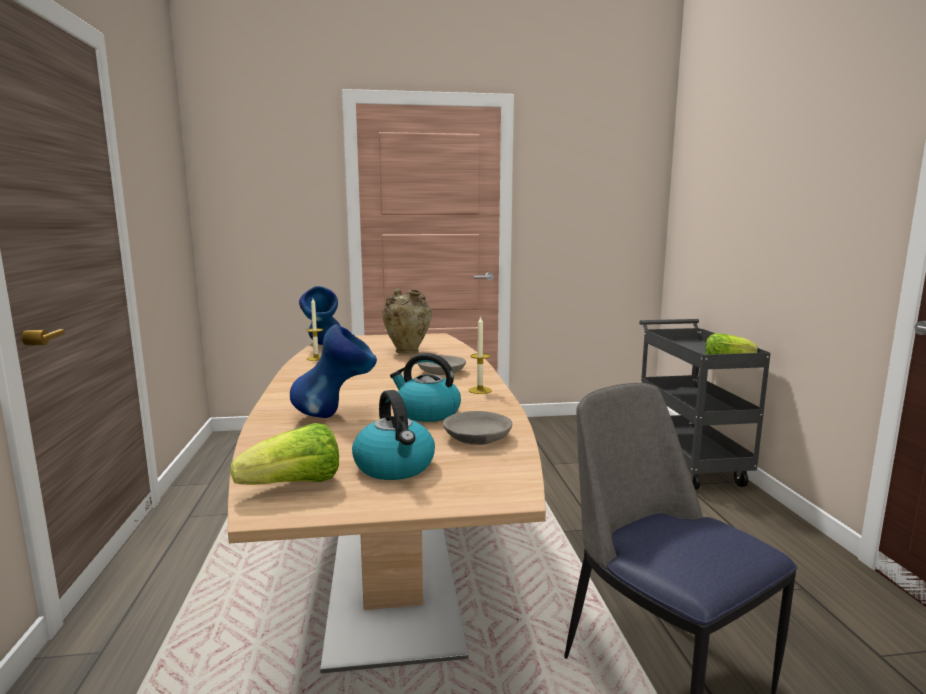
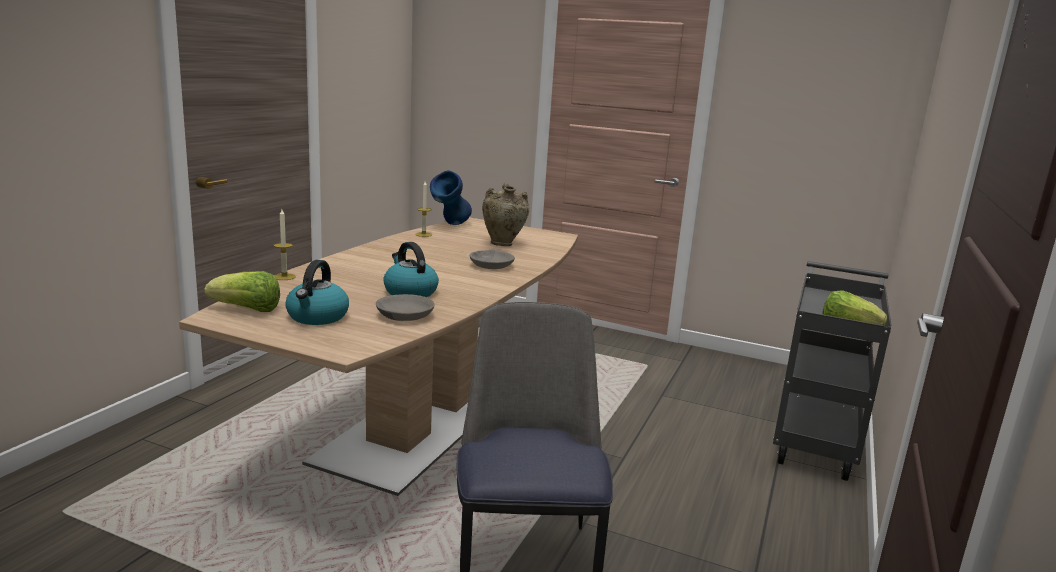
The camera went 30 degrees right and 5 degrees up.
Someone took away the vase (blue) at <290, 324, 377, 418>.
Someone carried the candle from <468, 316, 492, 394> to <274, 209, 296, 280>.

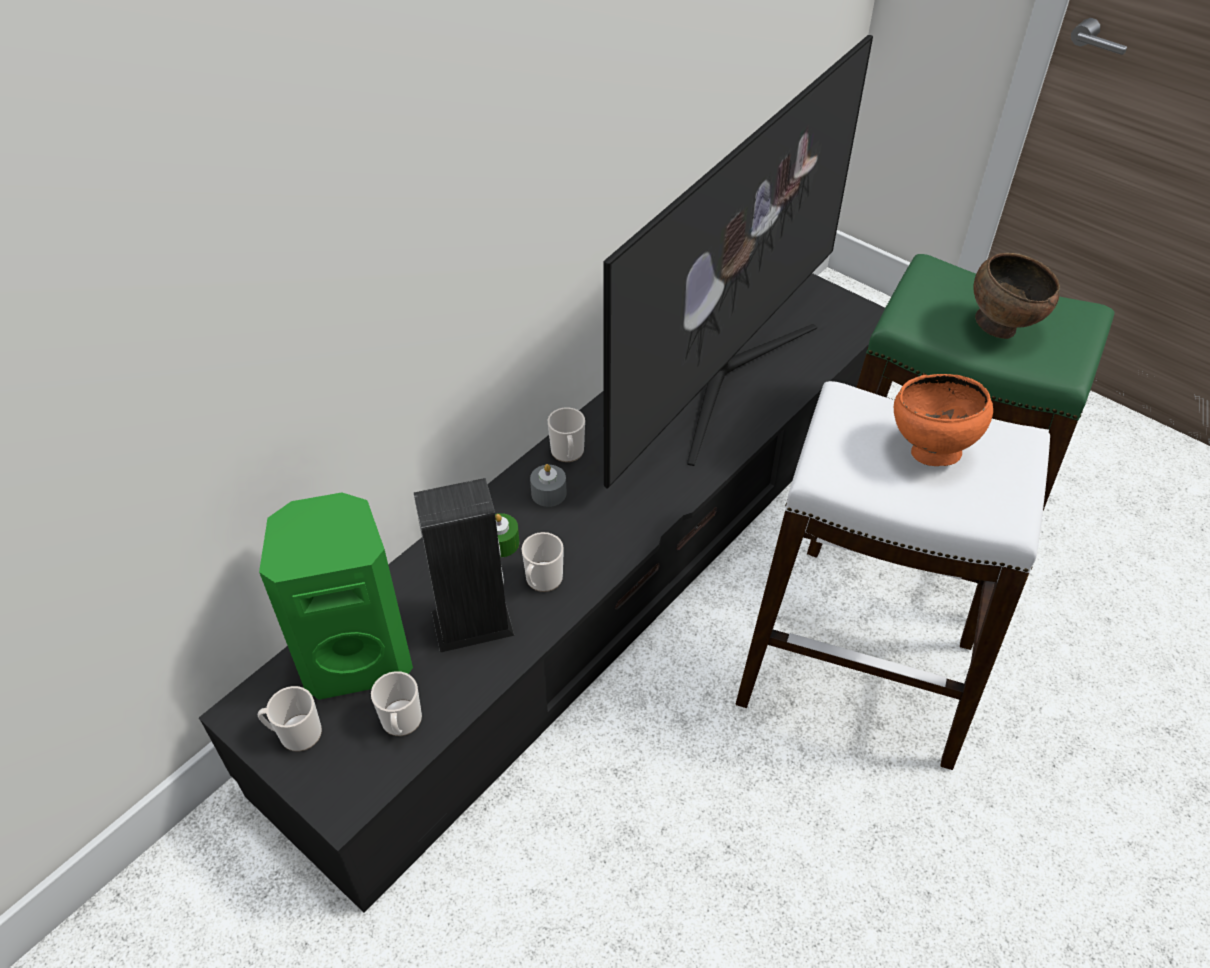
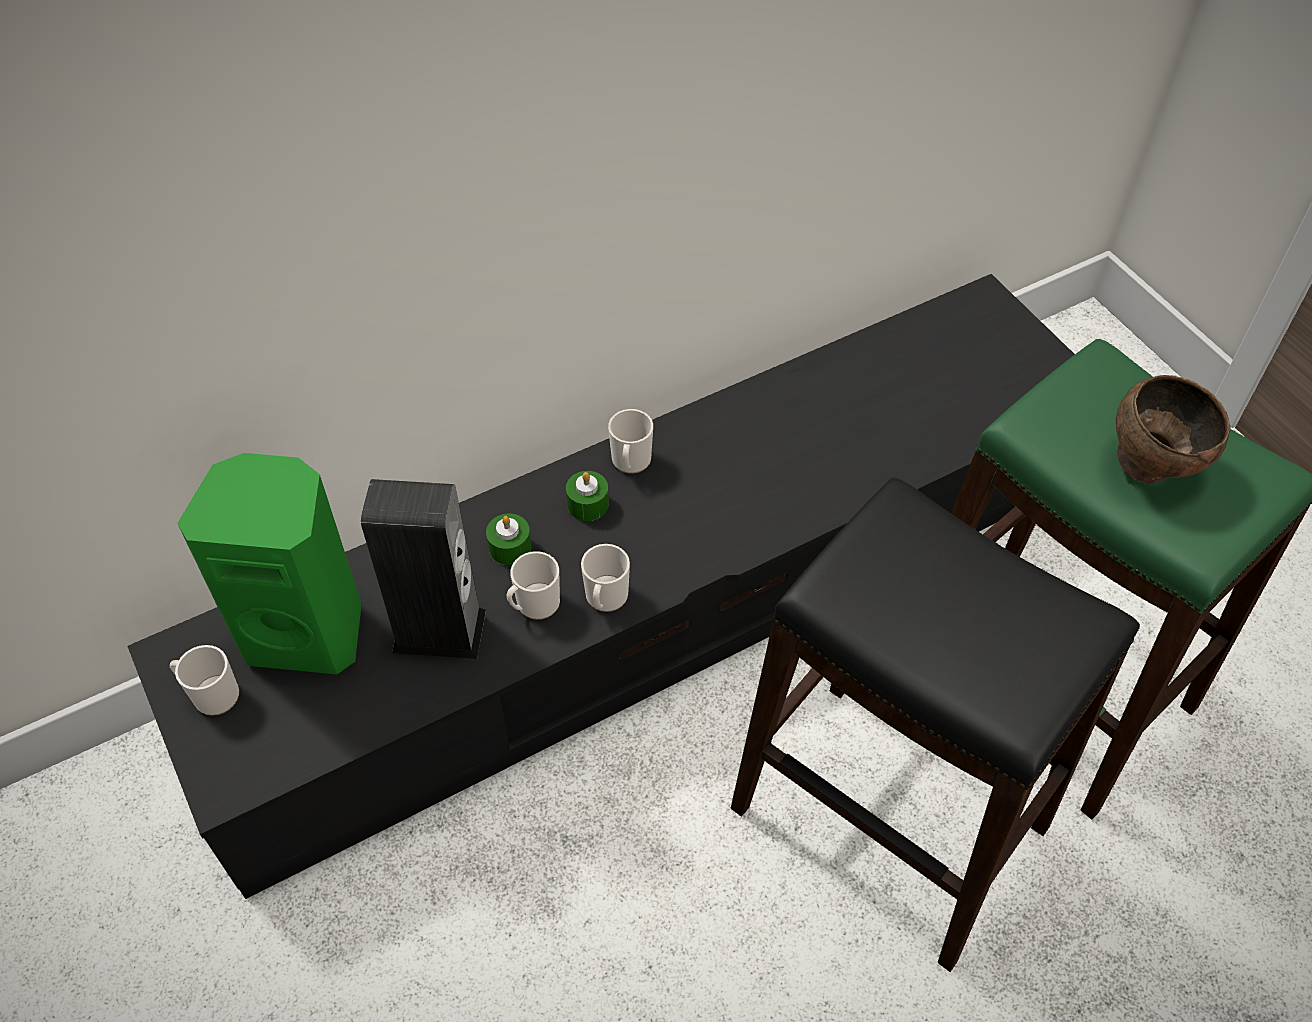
The camera went 20 degrees right and 5 degrees up.
Someone took away the television at <603, 35, 873, 488>.
Someone took away the bowl (orange) at <894, 374, 993, 466>.
Someone carried the mug from <371, 671, 422, 736> to <581, 544, 630, 612>.
Someone repainted the candle (grey) at <530, 464, 567, 507>, which became the candle (green) at <566, 471, 609, 521>.
Someone repainted the stool (white) at <735, 381, 1050, 770>, which became the stool (black) at <731, 477, 1140, 972>.

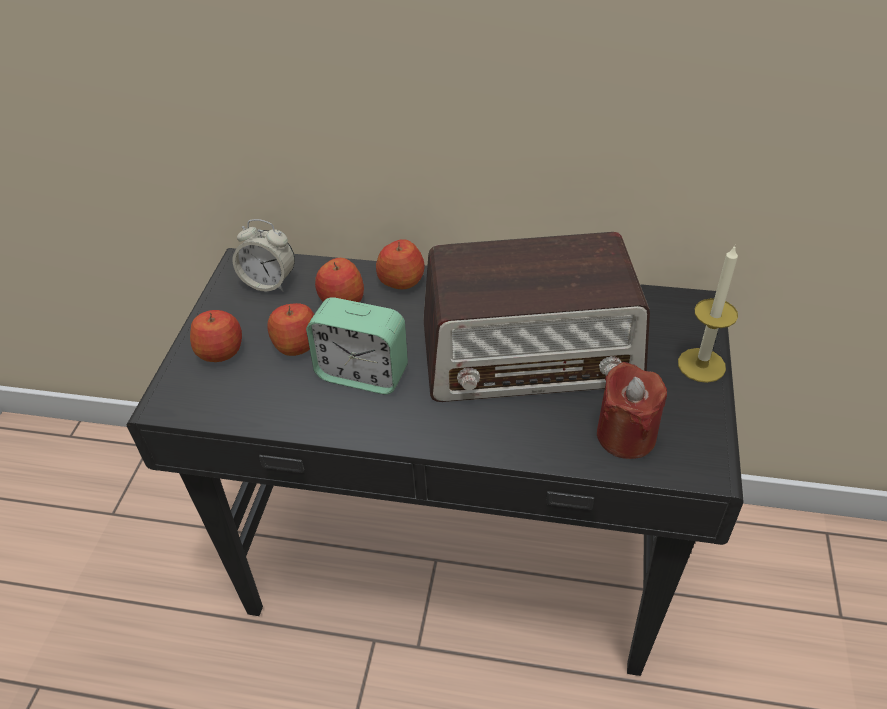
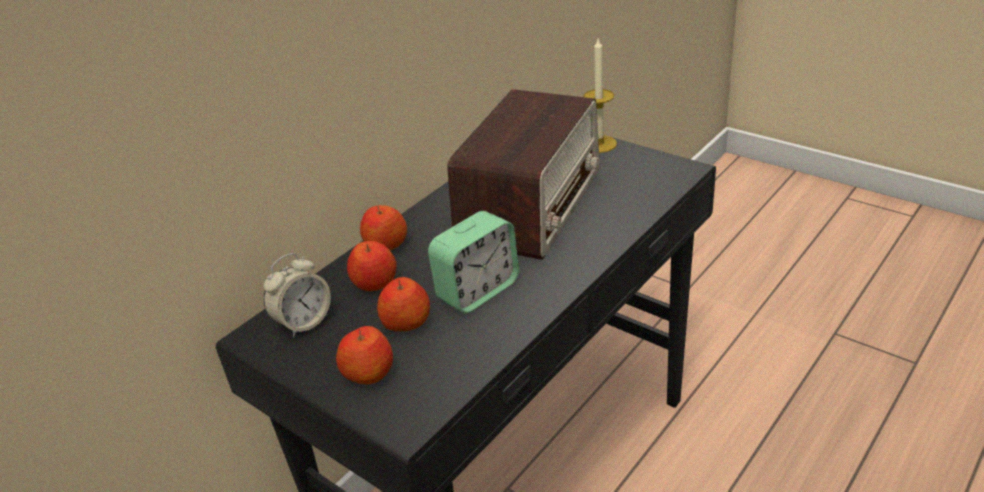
The camera went 60 degrees left and 10 degrees down.
Someone took away the candle (red) at <597, 362, 667, 459>.

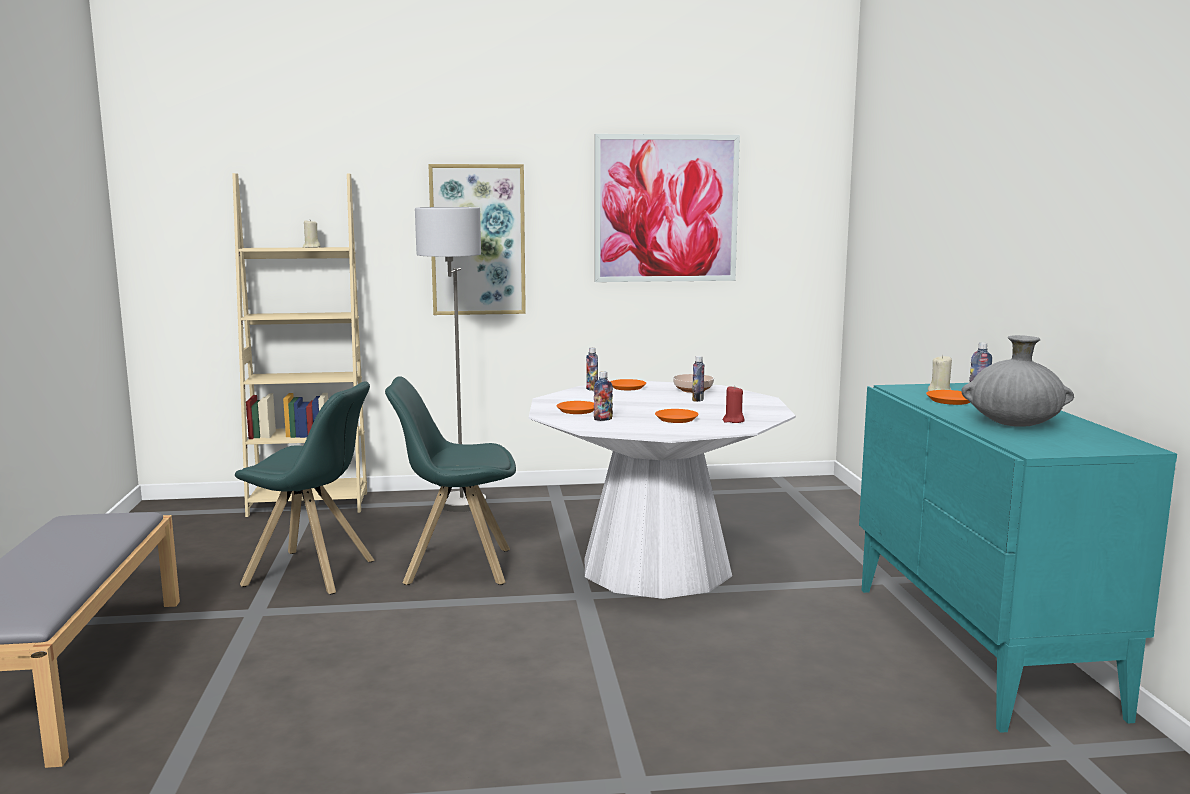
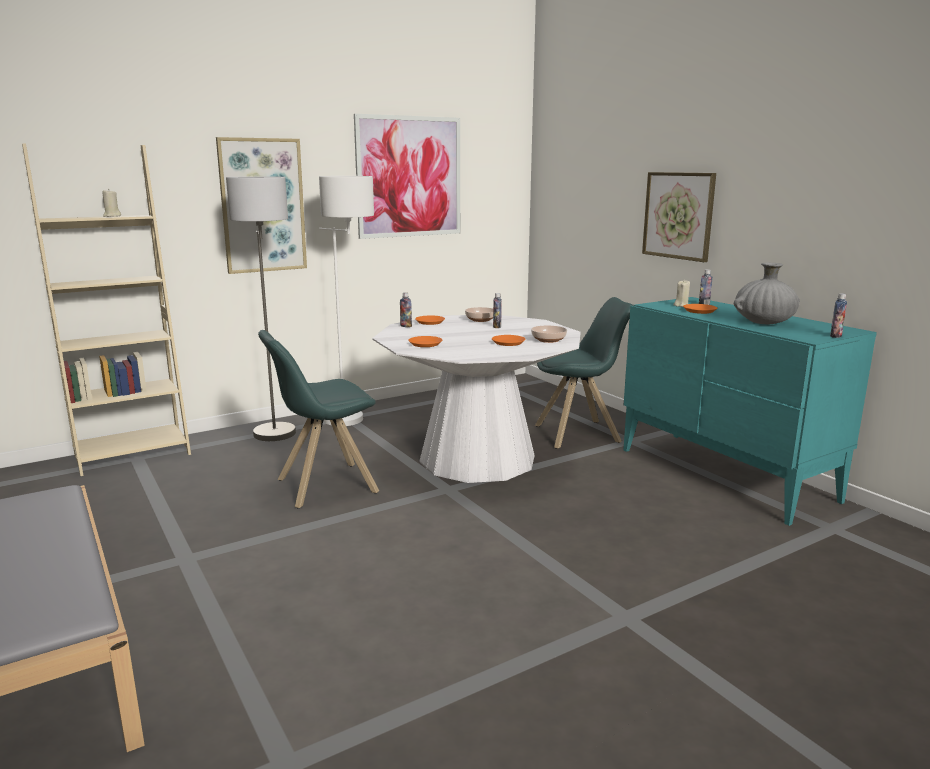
The camera went 25 degrees left and 5 degrees up.
Someone put down the floor lamp (white) at <319, 176, 374, 426>.
Someone put up the picture at <642, 172, 716, 262>.
Someone carried the chair (turquoise) from <235, 381, 375, 594> to <535, 297, 633, 449>.
Someone carried the bottle from <594, 371, 613, 421> to <830, 293, 847, 338>.
Someone swapped the candle (red) at <723, 385, 745, 423> for the bowl at <531, 325, 567, 343>.

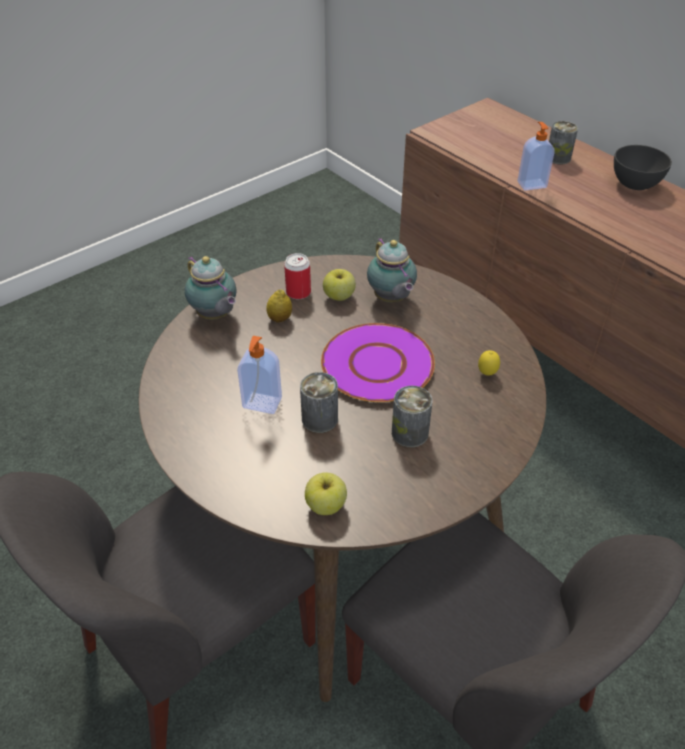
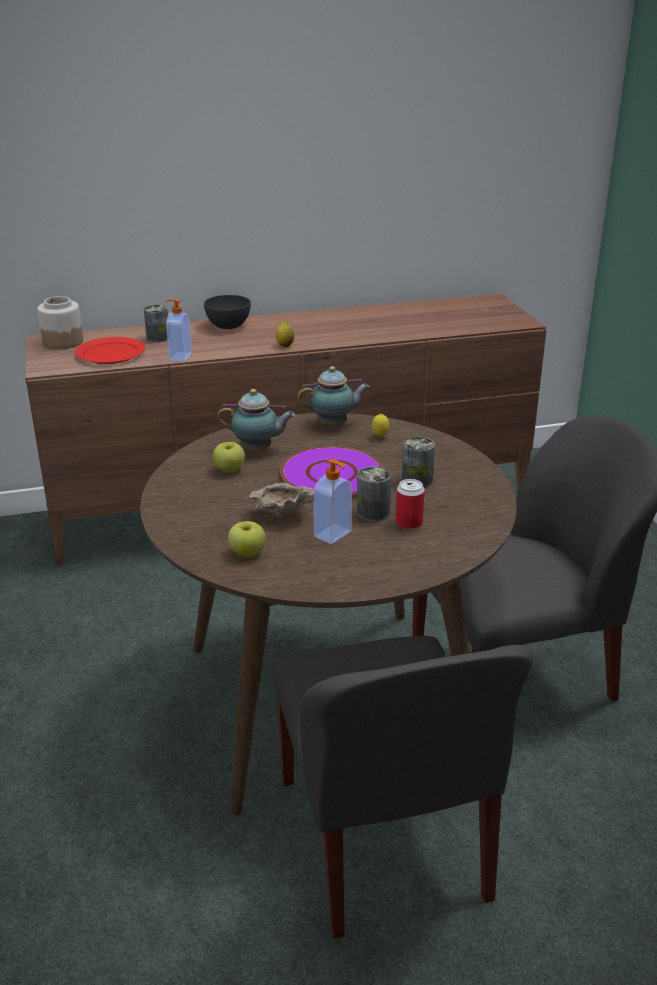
The camera went 65 degrees left and 15 degrees down.
Someone put down the jar at <37, 296, 83, 349>.
Someone put down the plate (red) at <75, 337, 145, 364>.
Someone put down the bowl (beige) at <249, 483, 314, 517>.
Someone carried the teapot from <185, 256, 236, 320> to <297, 366, 370, 425>.
Someone carried the lemon from <266, 289, 292, 323> to <276, 320, 294, 347>.
Someone carried the can from <284, 253, 311, 299> to <396, 479, 425, 529>.
Someone carried the apple from <305, 472, 347, 515> to <228, 521, 266, 557>.

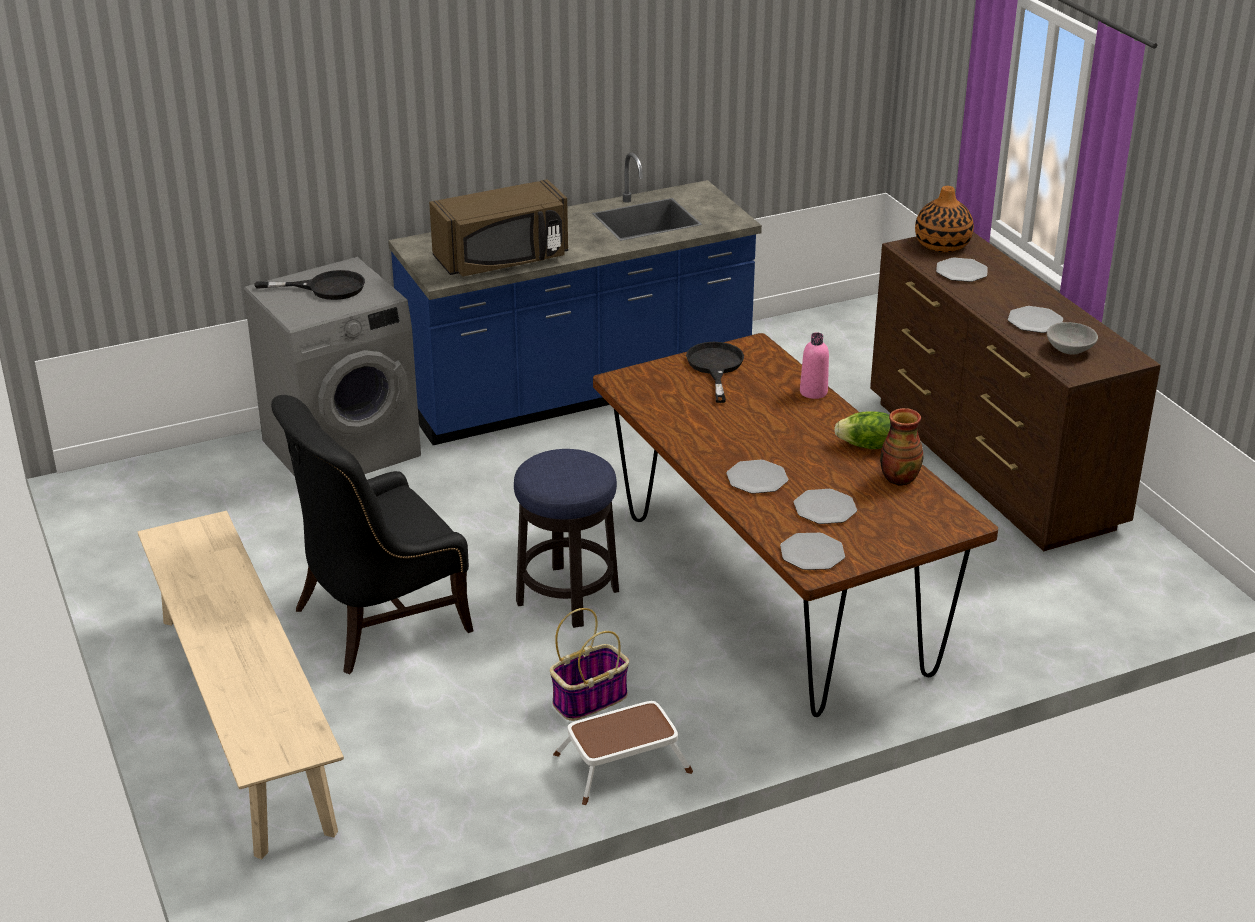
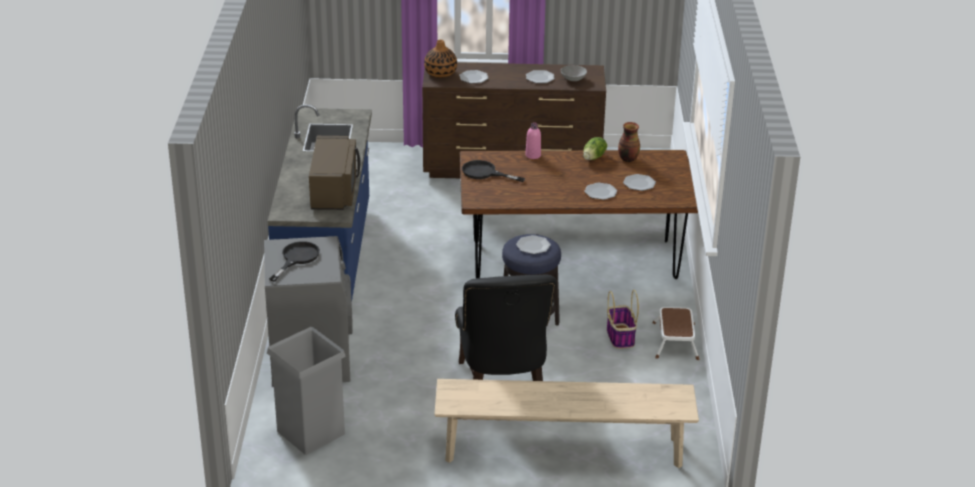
The camera went 65 degrees left and 0 degrees up.
Someone put down the trash can (grey) at <267, 327, 346, 455>.
Someone carried the plate from <780, 533, 845, 570> to <516, 235, 551, 254>.

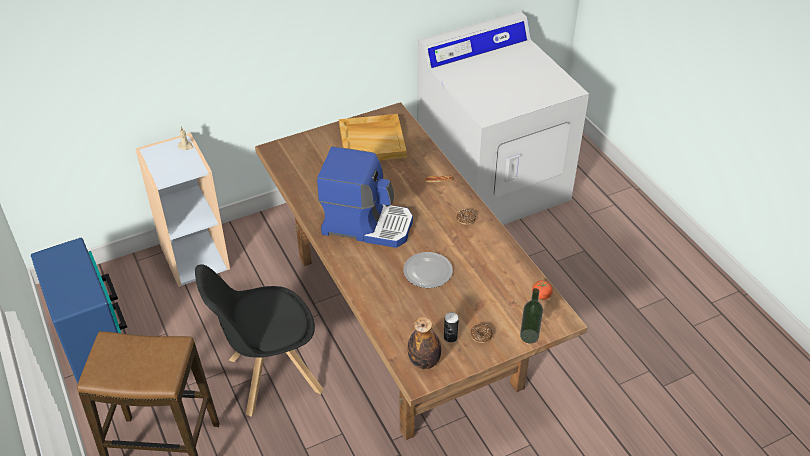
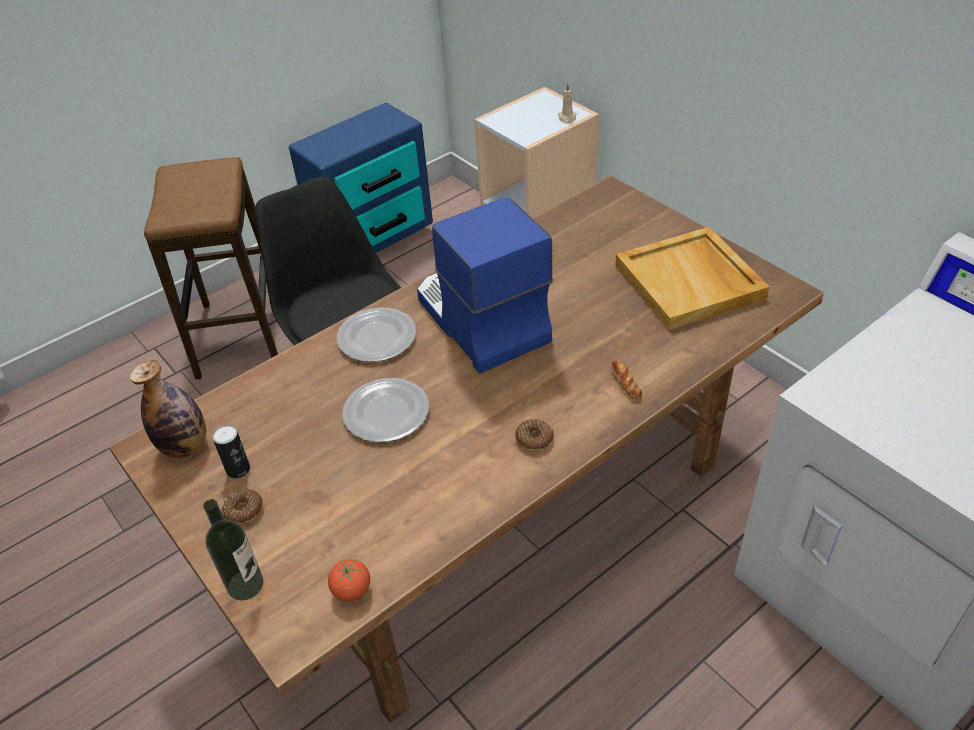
The camera went 80 degrees right and 0 degrees up.
Someone put down the plate at <337, 307, 416, 362>.
Someone rotated the coffee machine at <317, 146, 413, 248> by 150 degrees clockwise.

